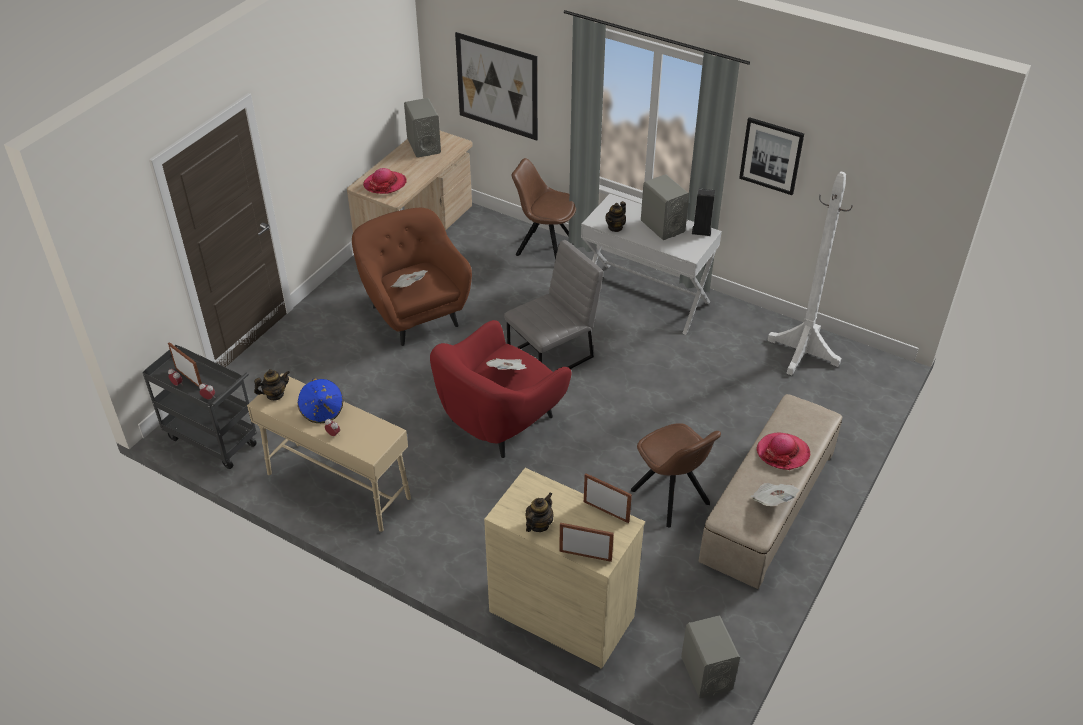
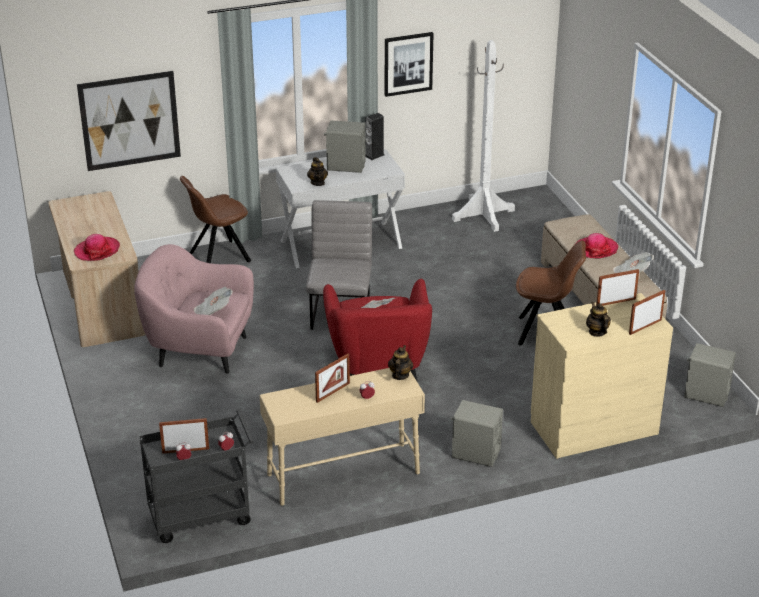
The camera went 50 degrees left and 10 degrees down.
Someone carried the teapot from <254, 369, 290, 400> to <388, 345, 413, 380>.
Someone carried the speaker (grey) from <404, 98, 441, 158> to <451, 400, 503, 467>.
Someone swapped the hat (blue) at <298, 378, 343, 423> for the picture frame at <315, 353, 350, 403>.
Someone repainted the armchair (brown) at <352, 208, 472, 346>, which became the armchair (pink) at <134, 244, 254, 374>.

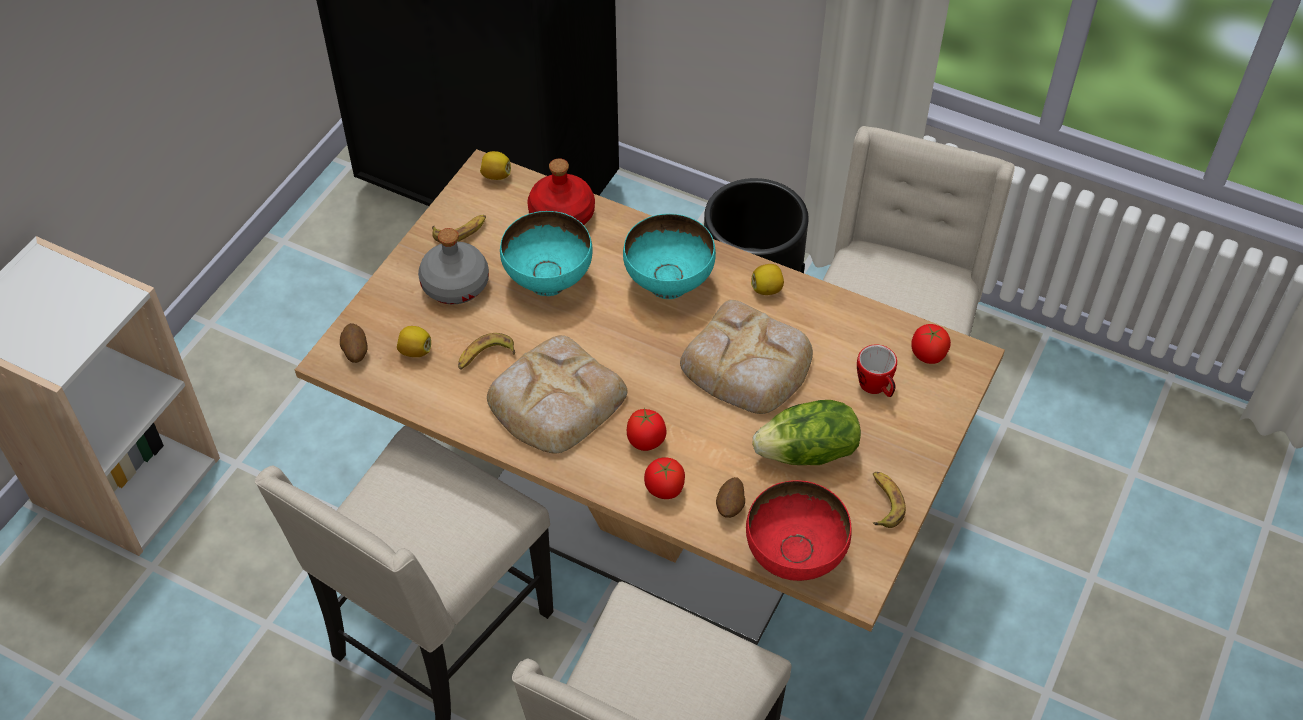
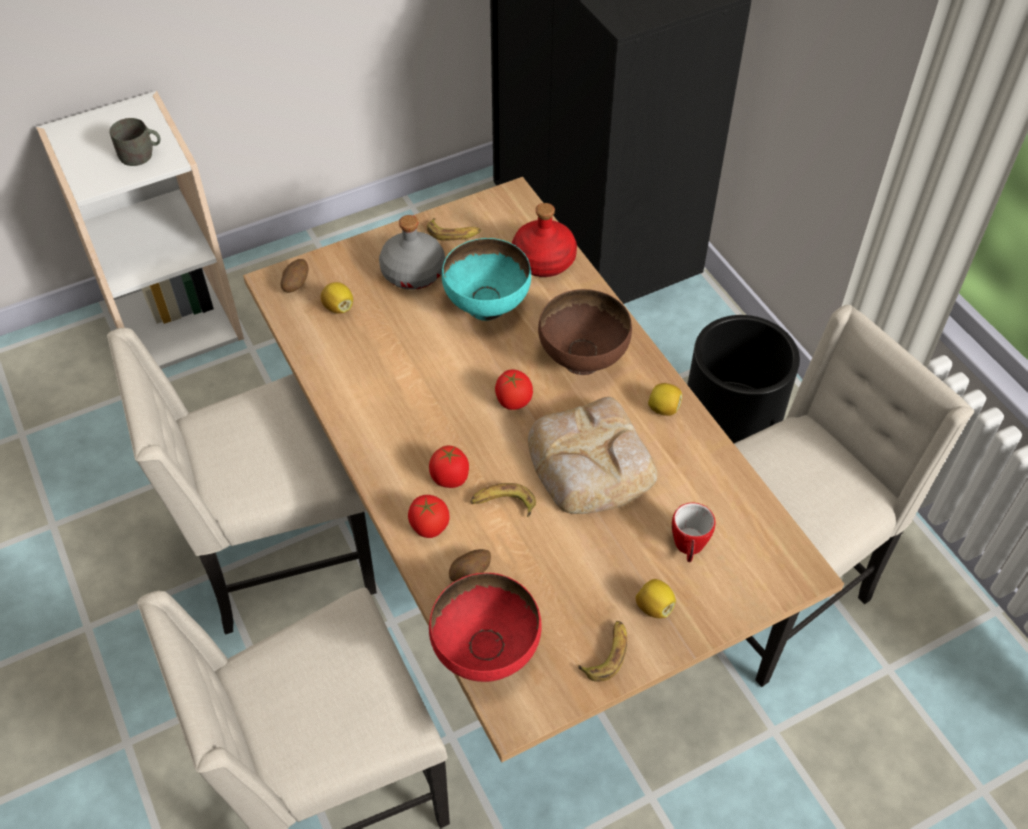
The camera went 35 degrees right and 0 degrees up.
Someone took away the bread at <487, 335, 627, 453>.
Someone took away the lettuce at <753, 400, 861, 465>.
Someone put down the mug (grey) at <109, 118, 160, 166>.
Someone carried the banana from <458, 333, 515, 370> to <470, 483, 536, 517>.
Someone carried the lemon from <480, 151, 511, 180> to <636, 579, 676, 618>.
Someone carried the tomato from <911, 324, 951, 364> to <495, 369, 533, 410>.
Someone repainted the bowl (turquoise) at <623, 214, 716, 299>, which became the bowl (brown) at <538, 289, 632, 375>.

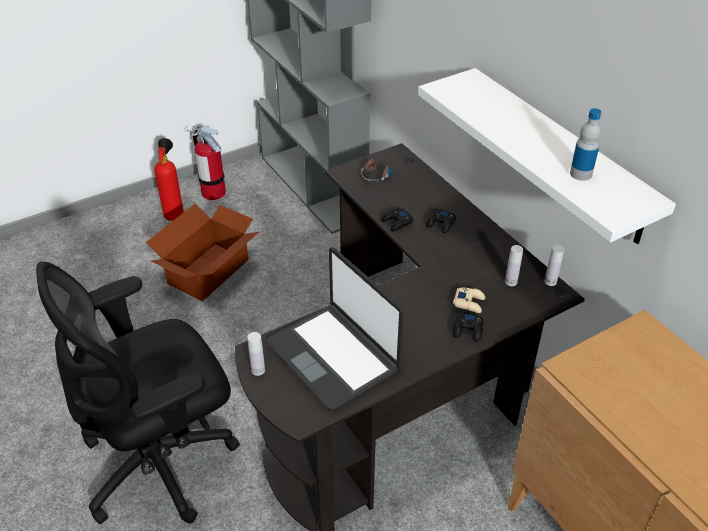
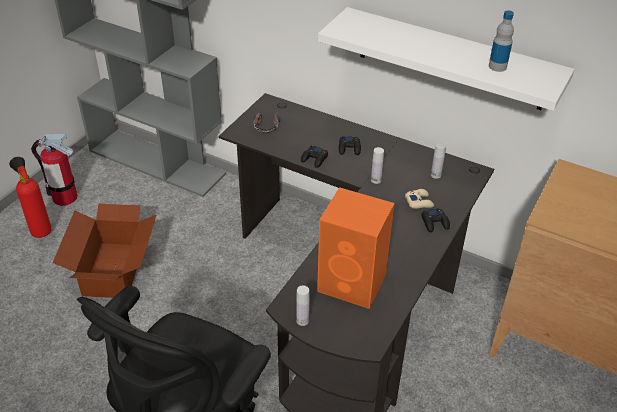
The camera went 30 degrees left and 0 degrees up.
Someone carried the bottle (white) from <544, 245, 564, 286> to <371, 147, 384, 184>.
Someone swapped the laptop at <267, 247, 405, 411> for the speaker (orange) at <317, 187, 395, 309>.

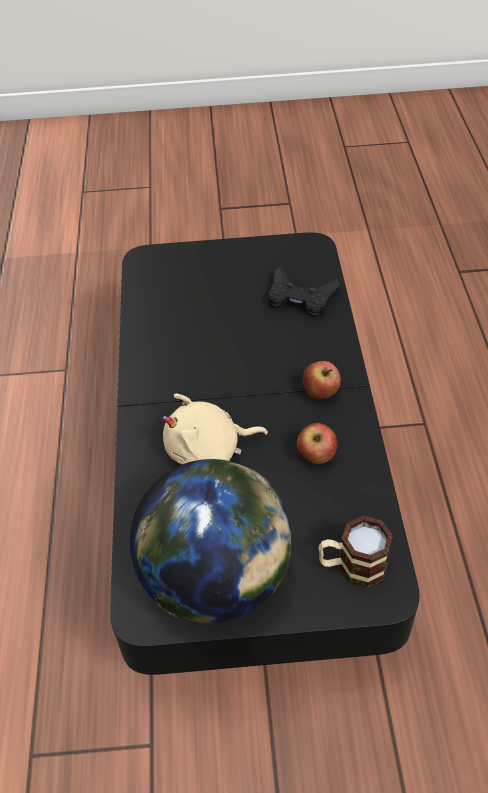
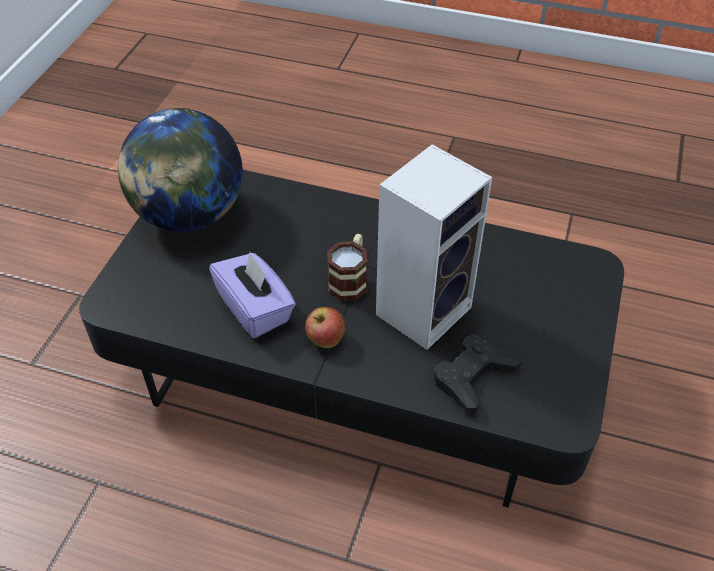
The camera went 110 degrees right and 0 degrees up.
Someone took away the plush toy (beige) at <162, 393, 268, 465>.
Someone put down the speaker at <376, 144, 492, 350>.
Someone carried the mug from <319, 516, 393, 587> to <327, 234, 367, 301>.
Someone swapped the apple at <297, 423, 337, 464> for the tissue box (purple) at <209, 252, 296, 338>.

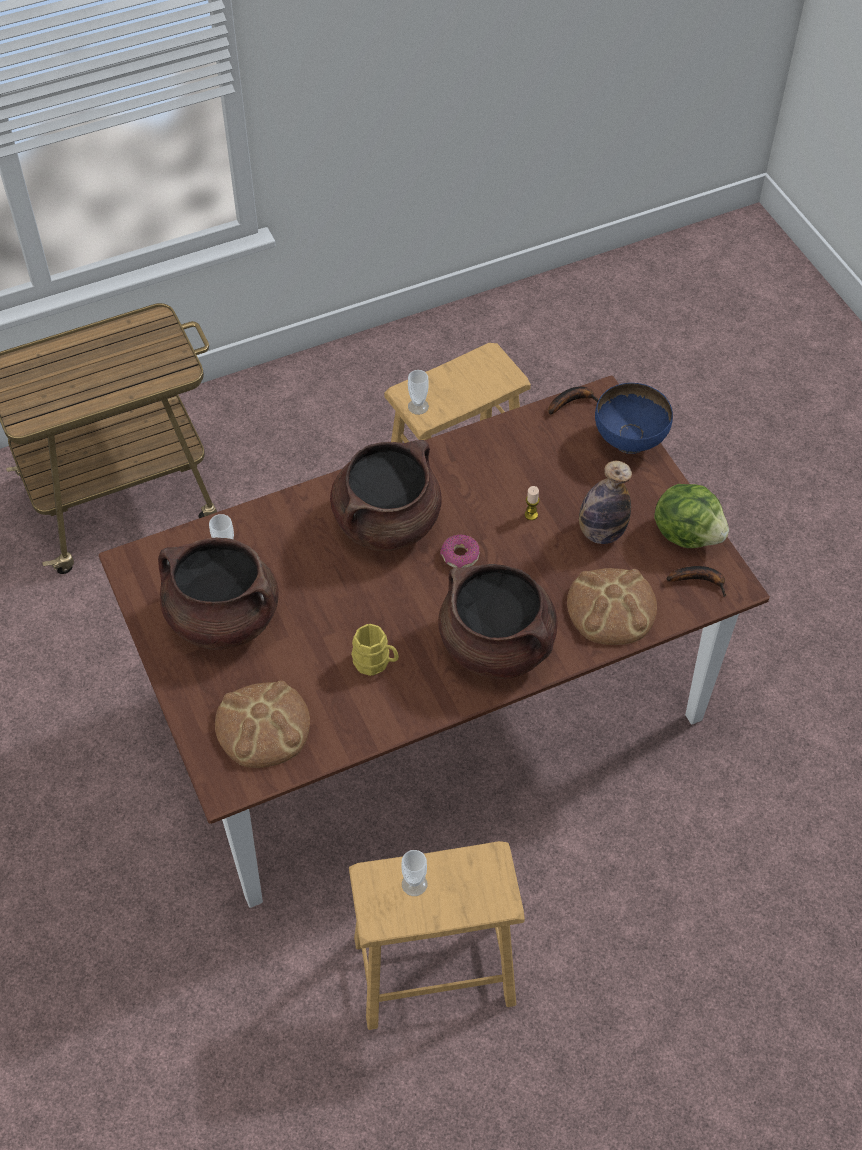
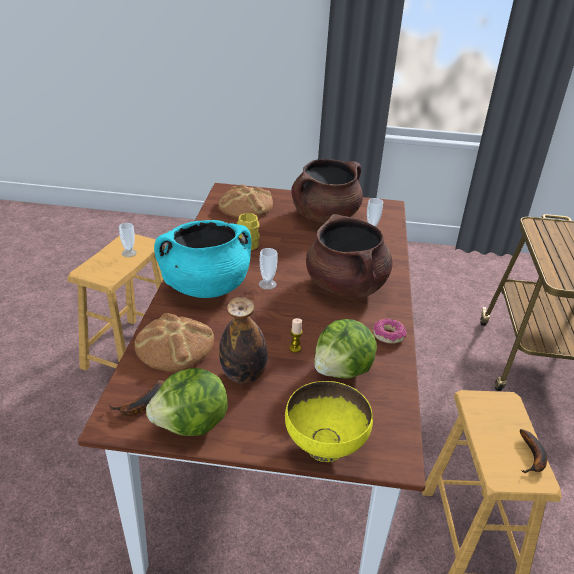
The camera went 120 degrees right and 20 degrees down.
Someone put down the lettuce at <314, 319, 377, 379>.
Someone carried the cup from <408, 370, 429, 415> to <259, 248, 277, 290>.
Someone carried the donut from <440, 534, 480, 568> to <373, 319, 407, 344>.
Someone carried the banana from <548, 386, 598, 415> to <520, 429, 547, 473>.
Someone repainted the cooking pot (brown) at <438, 564, 558, 679>, which became the cooking pot (turquoise) at <154, 220, 251, 298>.
Someone repainted the bowl (blue) at <595, 383, 673, 454>, which became the bowl (yellow) at <285, 381, 373, 462>.

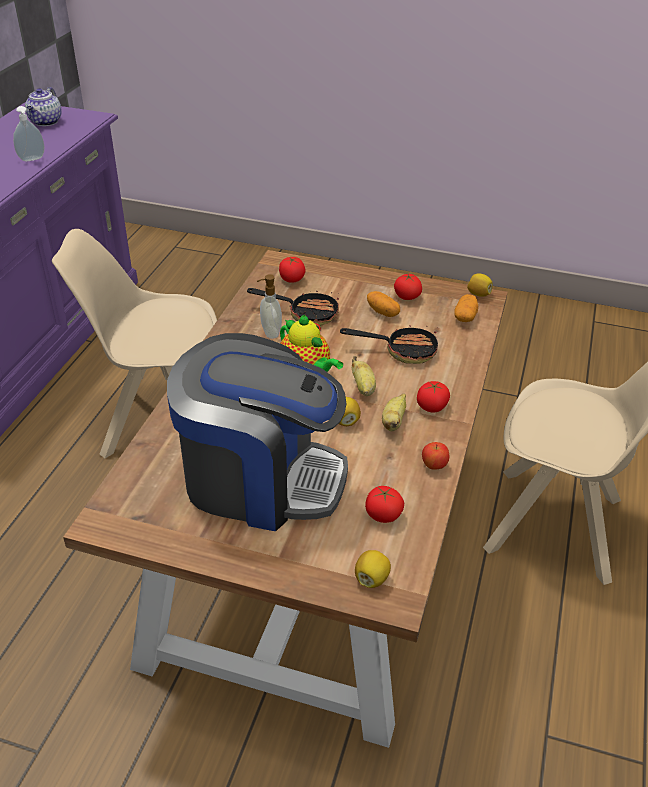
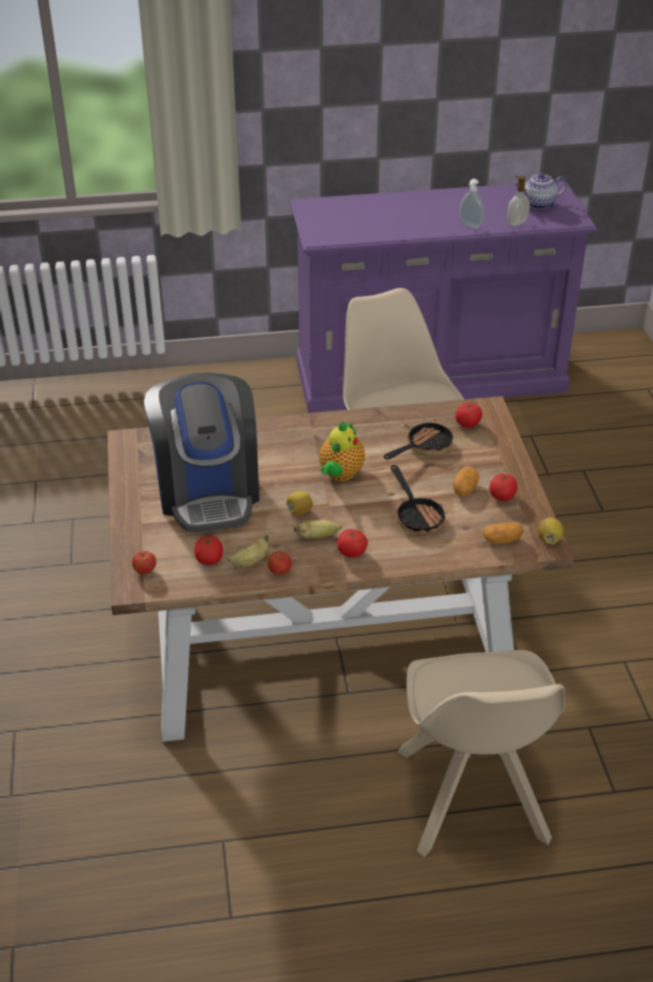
The camera went 65 degrees right and 0 degrees up.
Someone carried the soap dispenser from <257, 274, 282, 339> to <507, 176, 530, 226>.
Someone carried the banana from <352, 356, 376, 396> to <227, 535, 269, 567>.
Someone swapped the lemon at <355, 550, 391, 588> for the apple at <132, 551, 156, 574>.
Someone rotated the frying pan at <247, 288, 339, 326> by 120 degrees counterclockwise.

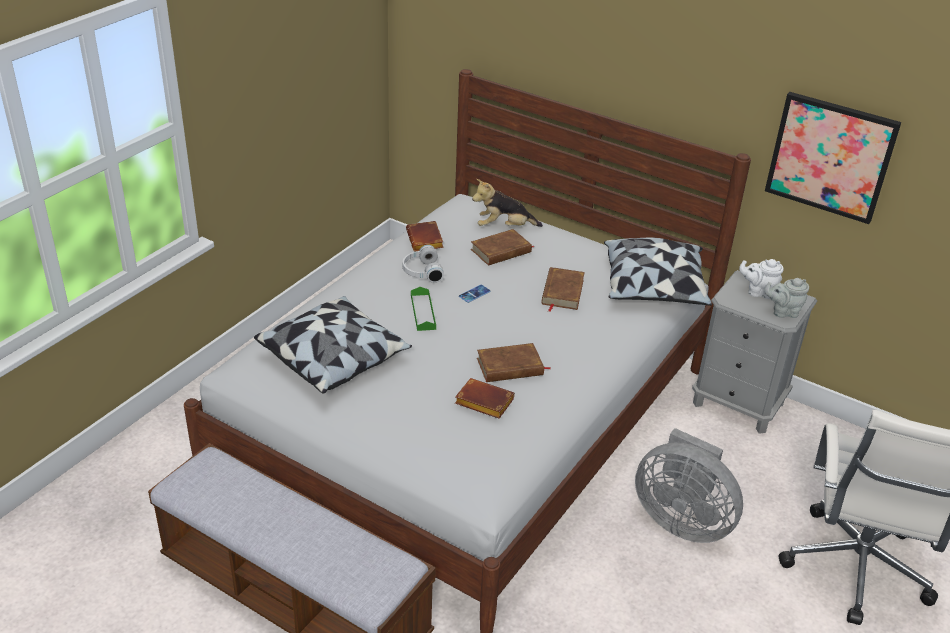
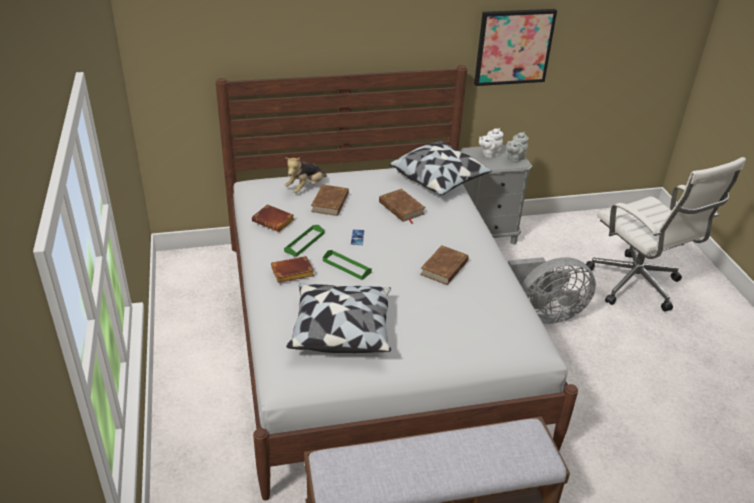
The camera went 45 degrees left and 0 degrees up.
Someone carried the book (brown) from <455, 378, 515, 419> to <271, 256, 314, 283>.
Someone swapped the headphones (white) at <403, 245, 444, 283> for the tray (green) at <284, 225, 325, 257>.

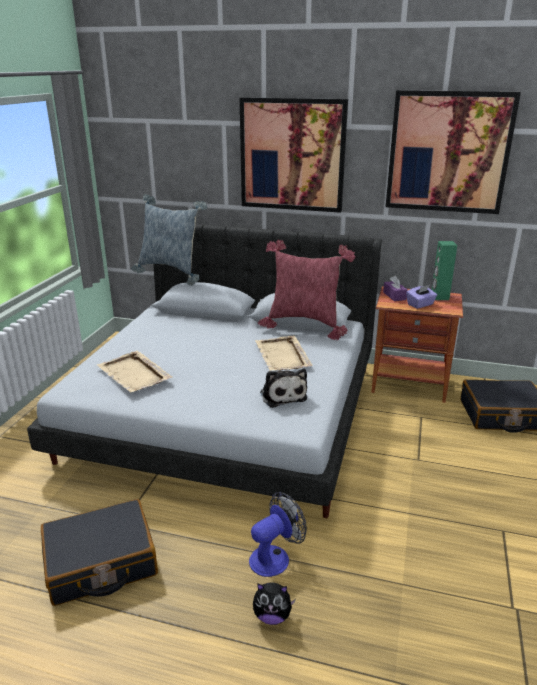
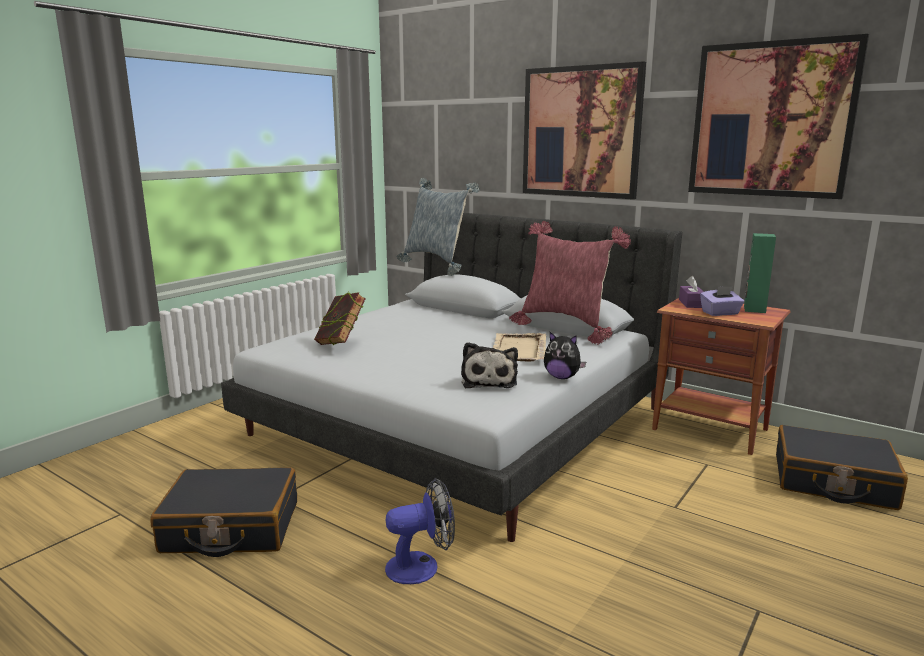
The camera went 20 degrees right and 10 degrees down.
Someone carried the plush toy from <253, 582, 296, 625> to <544, 332, 586, 379>.
Someone swapped the tray (beige) at <97, 350, 172, 392> for the book at <314, 292, 366, 345>.

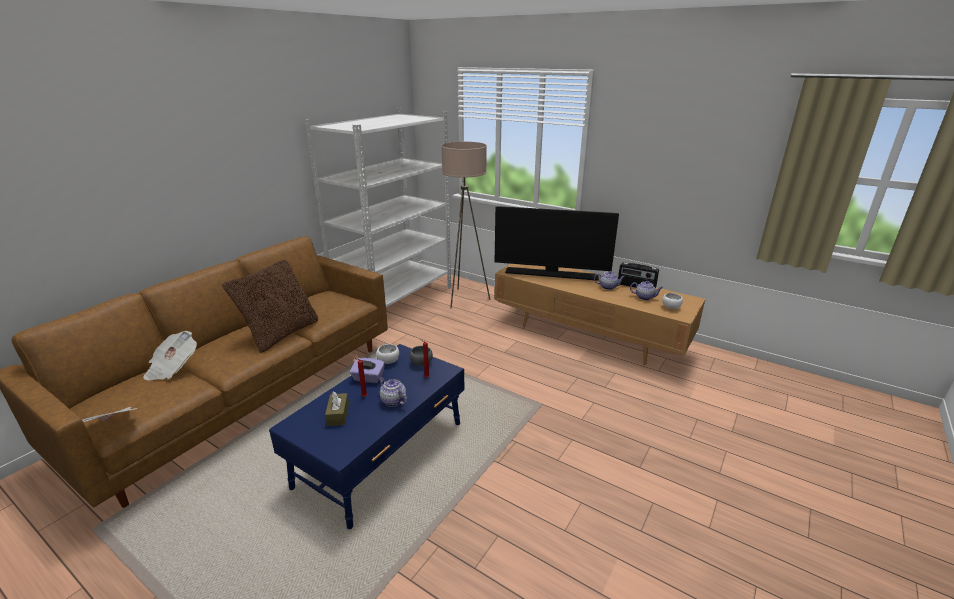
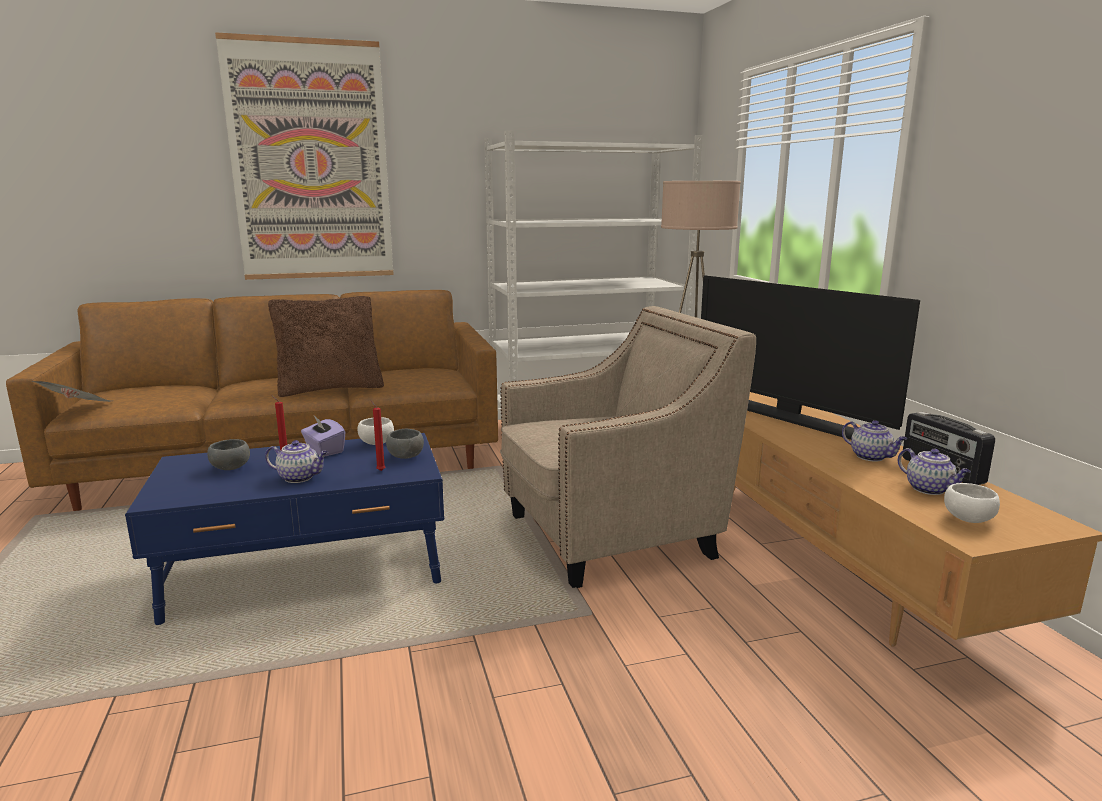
The camera went 40 degrees right and 10 degrees down.
Someone took away the newspaper at <143, 331, 197, 380>.
Someone put up the picture at <215, 32, 394, 280>.
Someone put down the armchair (beige) at <500, 306, 756, 588>.
Someone swapped the tissue box (brown) at <325, 392, 349, 426> for the bowl (grey) at <207, 439, 250, 470>.
Someone rotated the teapot at <379, 377, 407, 407> by 105 degrees clockwise.

